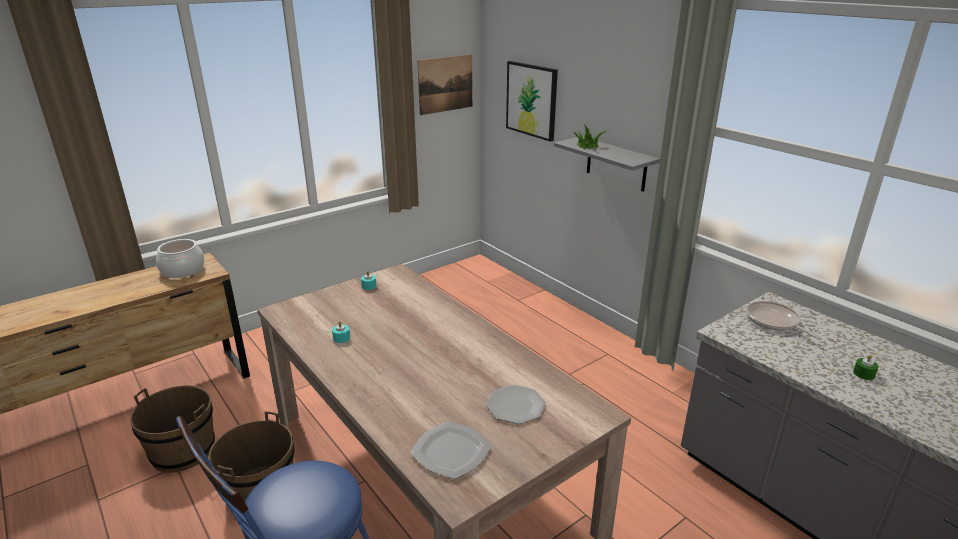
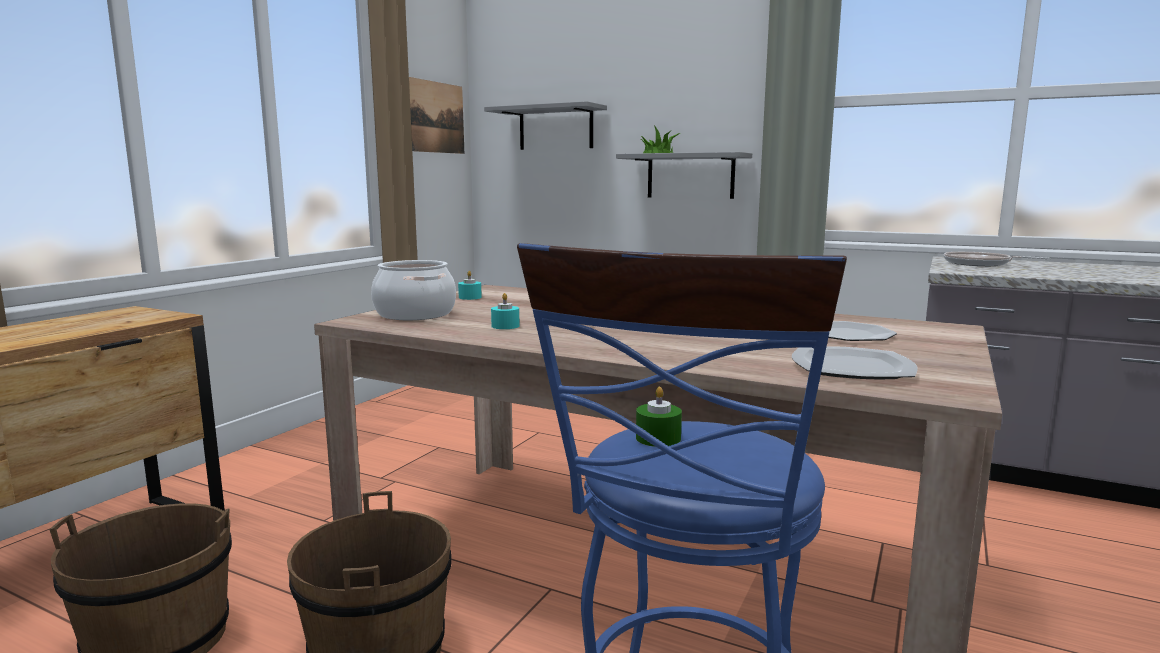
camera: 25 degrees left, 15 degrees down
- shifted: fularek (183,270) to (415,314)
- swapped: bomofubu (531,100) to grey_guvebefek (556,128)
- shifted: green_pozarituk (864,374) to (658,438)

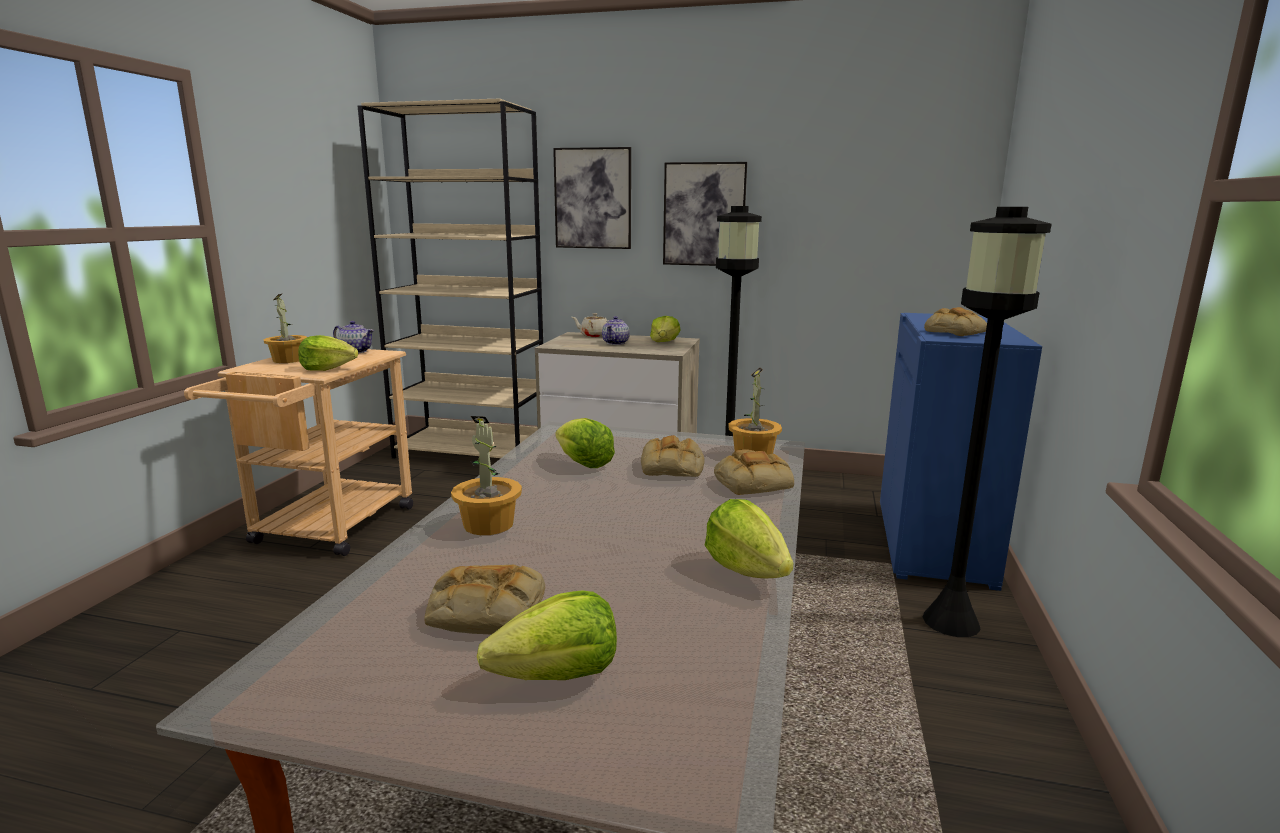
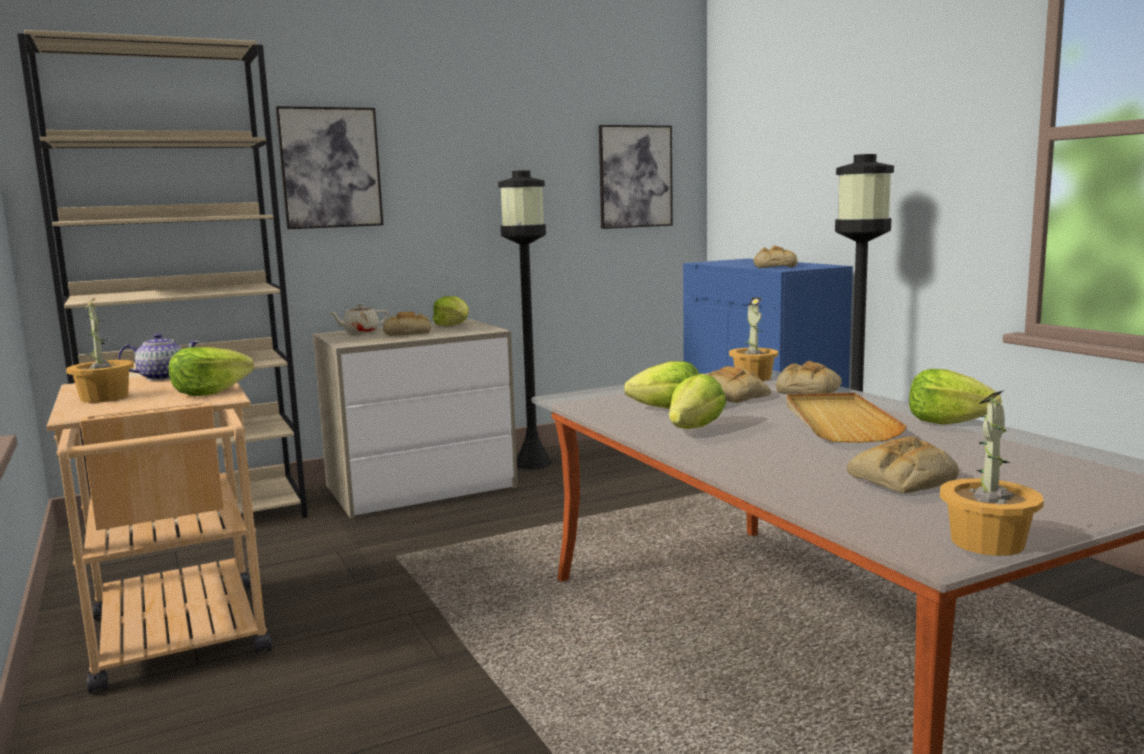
camera: 40 degrees left, 5 degrees down
- swapped: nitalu (616,343) to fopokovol (408,332)
- shifted: bomofubu (704,214) to (635,176)
- shifted: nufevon (558,676) to (694,429)
- new: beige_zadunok (838,422)
- shifted: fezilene (488,525) to (988,543)

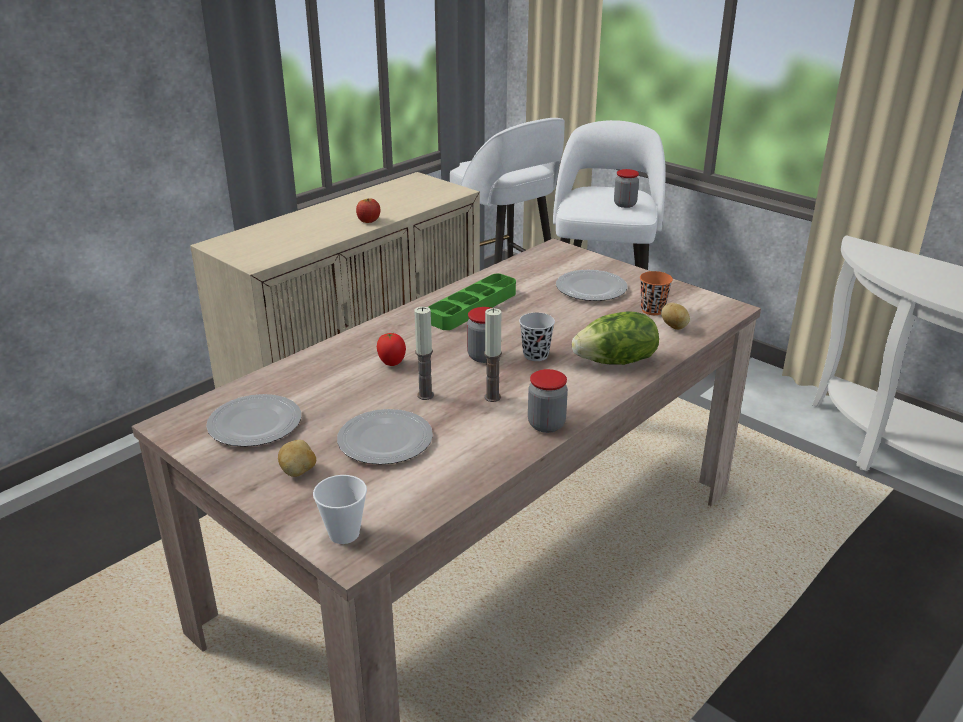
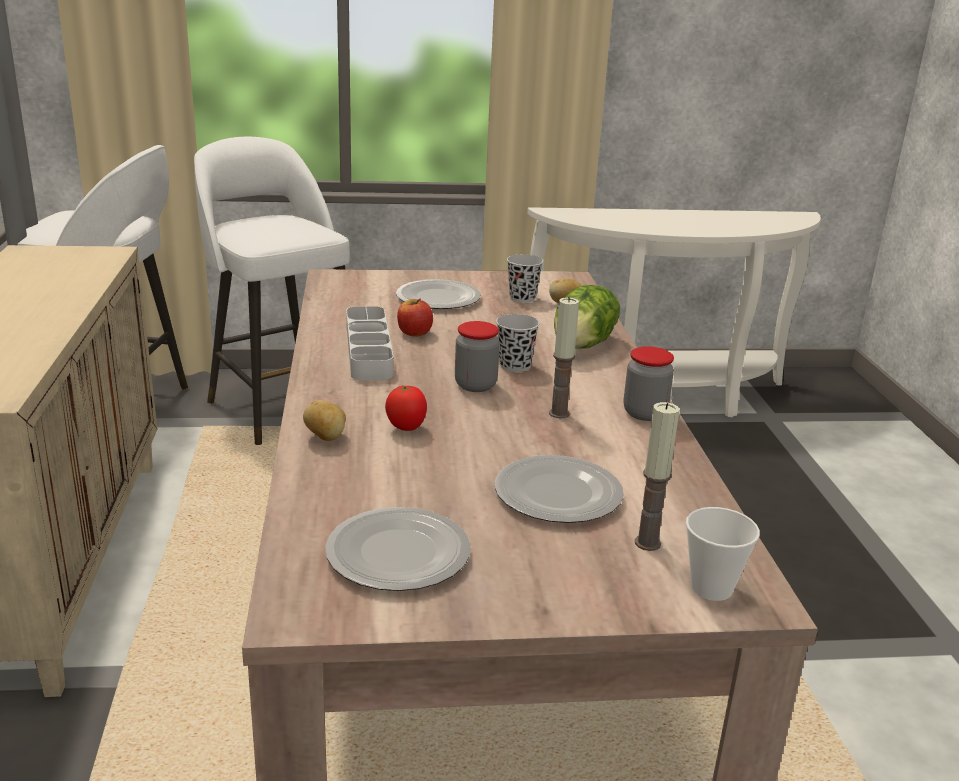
camera: 50 degrees left, 5 degrees down
- shifted: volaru (298,471) to (326,437)
- repainted: green_zadunok (473,307) to grey_zadunok (368,349)
- shifted: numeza (368,220) to (414,333)
- repainted: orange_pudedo (652,310) to black_pudedo (522,298)
- shifted: pozarituk (425,395) to (647,543)
- gone: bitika (625,204)

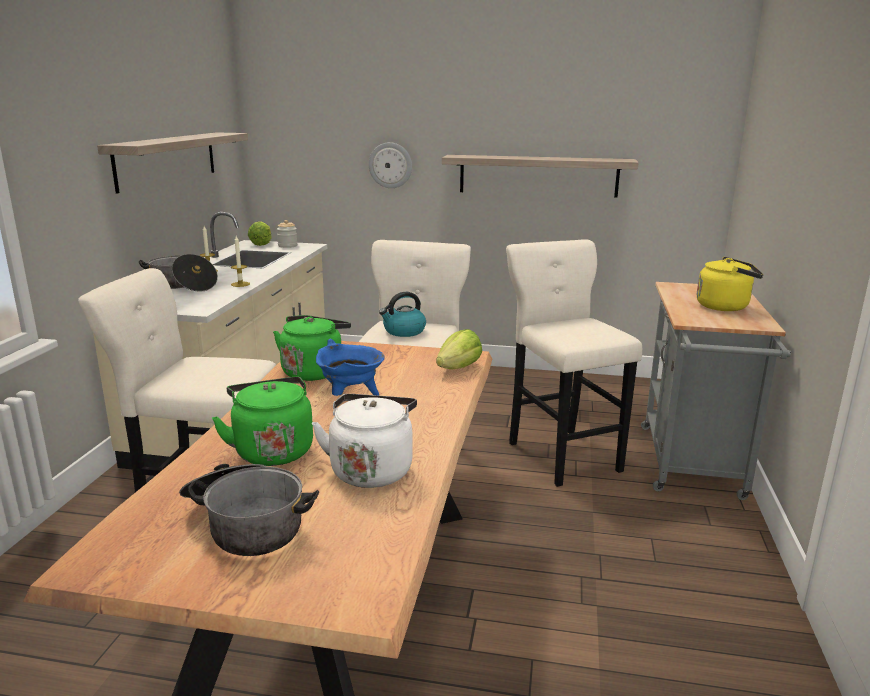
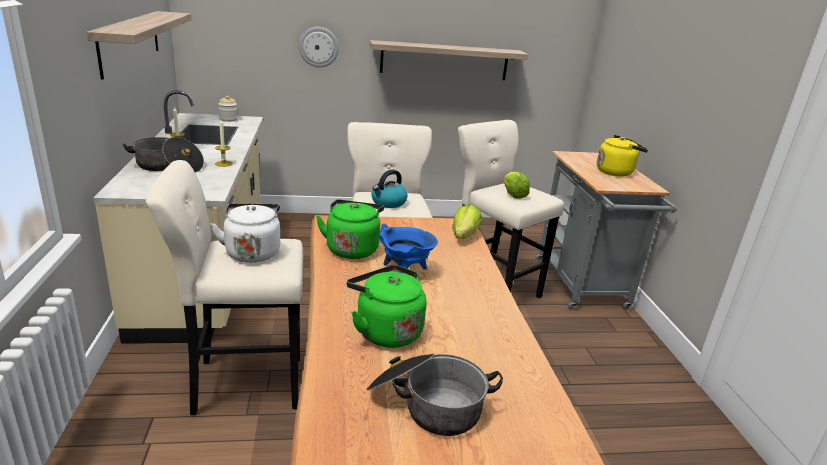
camera: 20 degrees left, 5 degrees up
- shifted: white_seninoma (371,469) to (252,252)
- shifted: nufevon (261,244) to (513,195)

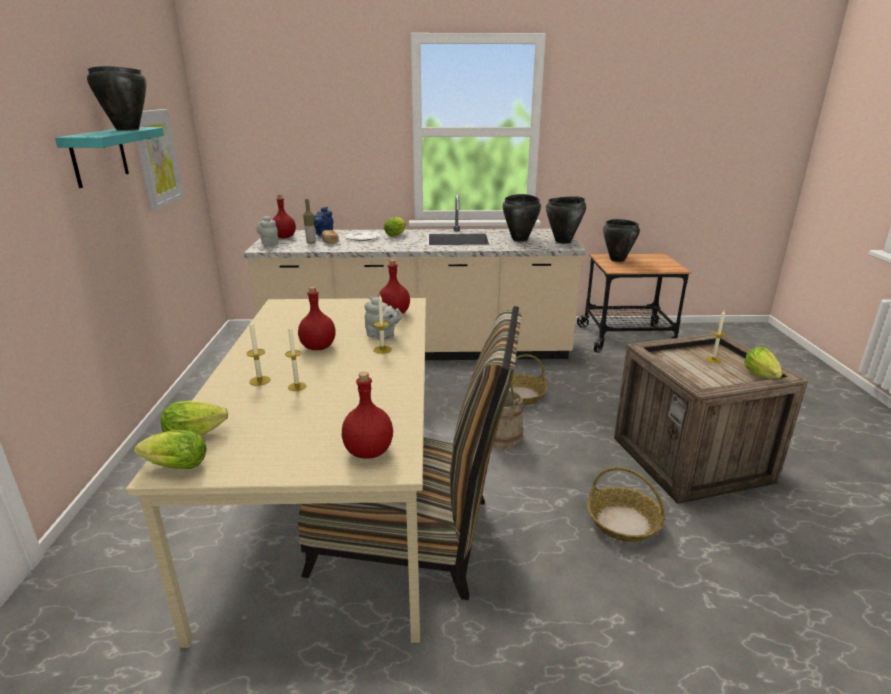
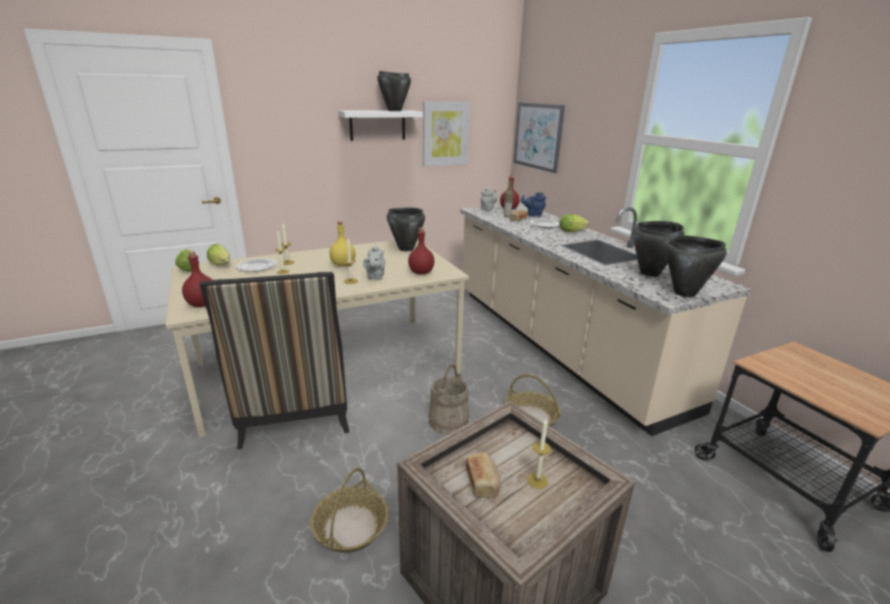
camera: 65 degrees right, 0 degrees up
- new: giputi (256,267)
- repainted: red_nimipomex (318,347) to yellow_nimipomex (342,265)
- repainted: turquoise_guvebefek (99,156) to white_guvebefek (377,125)
- shifted: black_fularek (617,260) to (405,249)
- new: fopokovol (483,482)
- new: bomofubu (538,136)
- gone: nufevon (762,377)

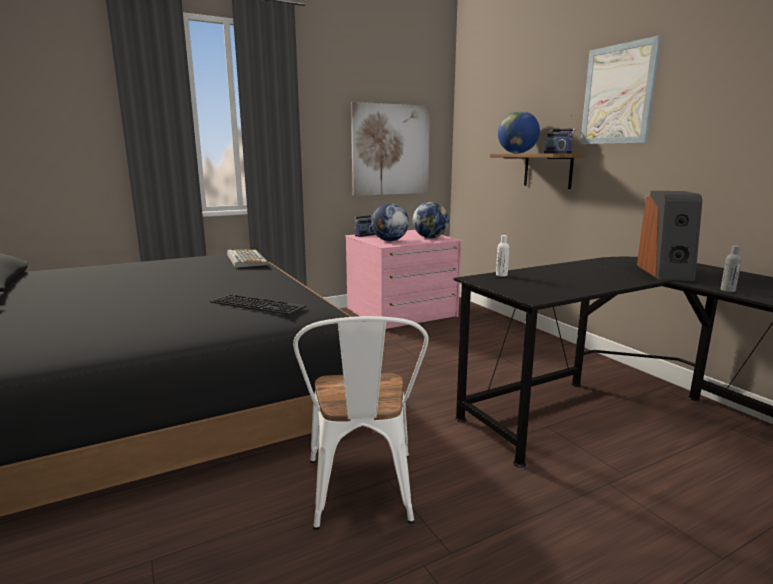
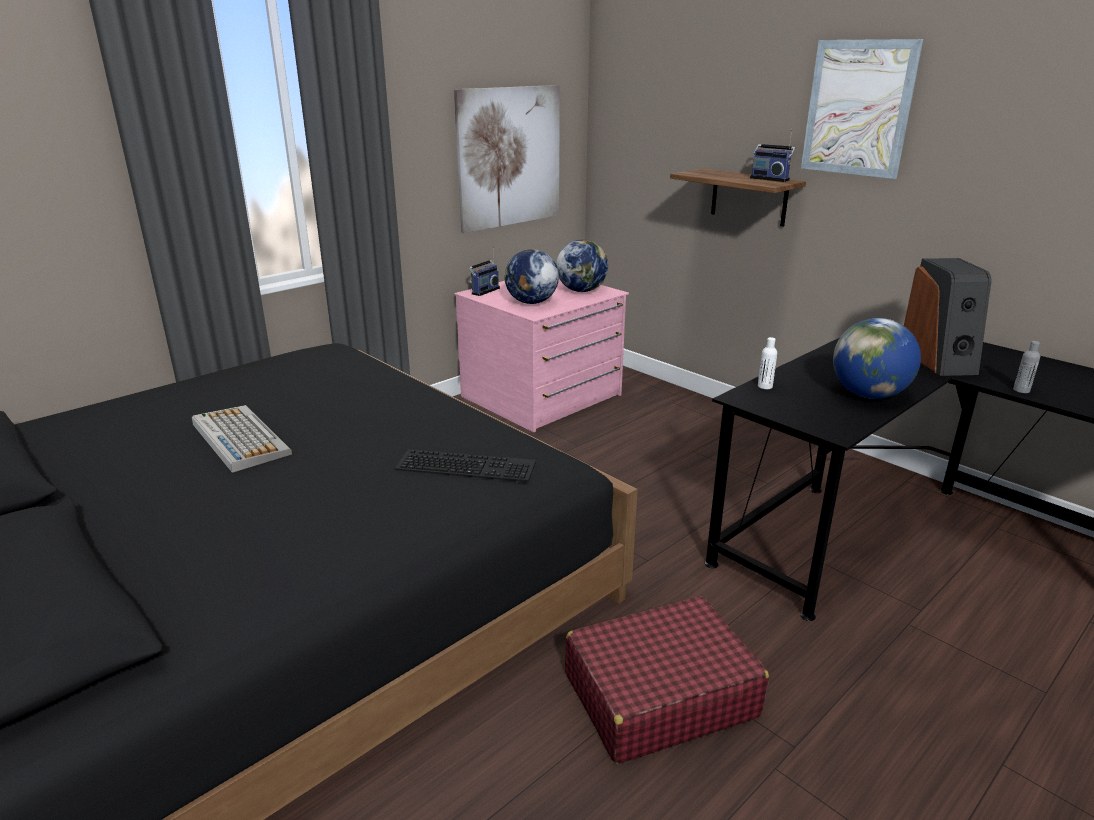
camera: 15 degrees left, 10 degrees up
- shifted: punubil (246,259) to (239,438)
- swapped: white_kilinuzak (362,496) to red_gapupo (659,695)
- shifted: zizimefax (517,153) to (868,395)

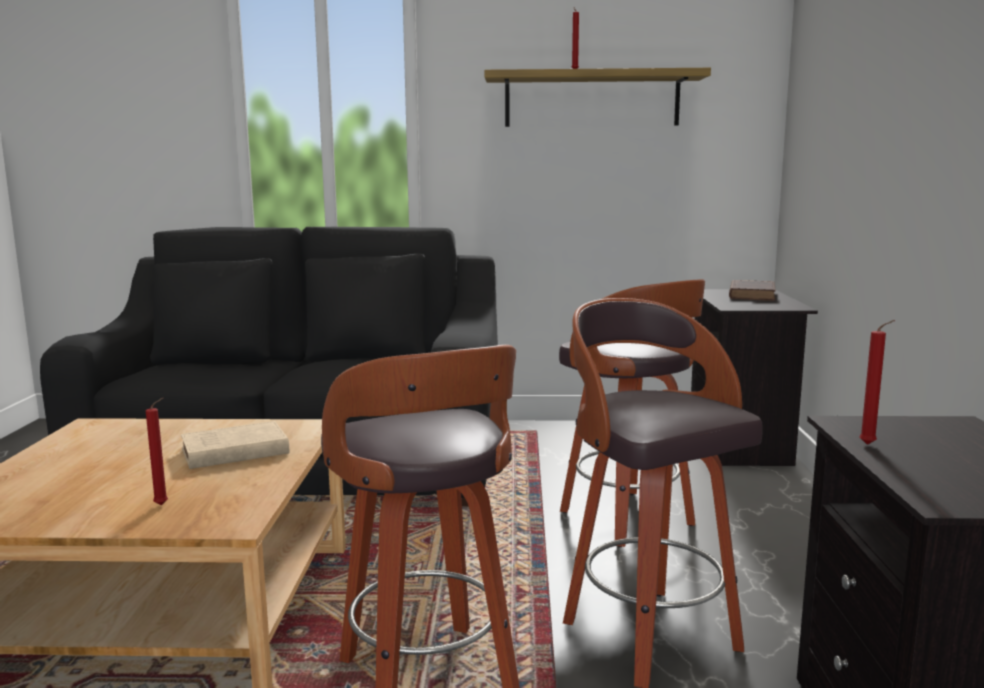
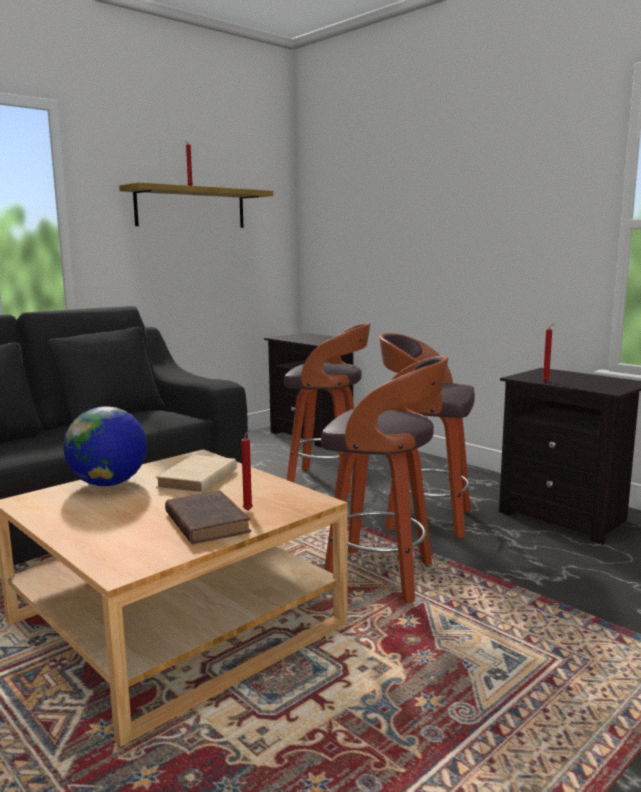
camera: 45 degrees left, 0 degrees up
- new: zizimefax (108,484)
- shifted: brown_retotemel (752,294) to (206,521)

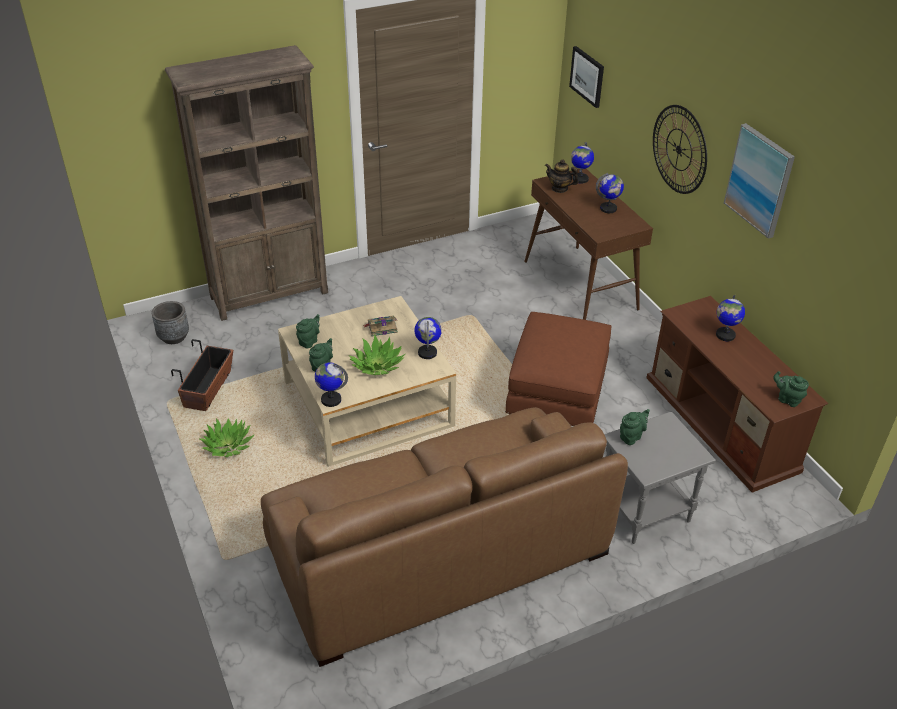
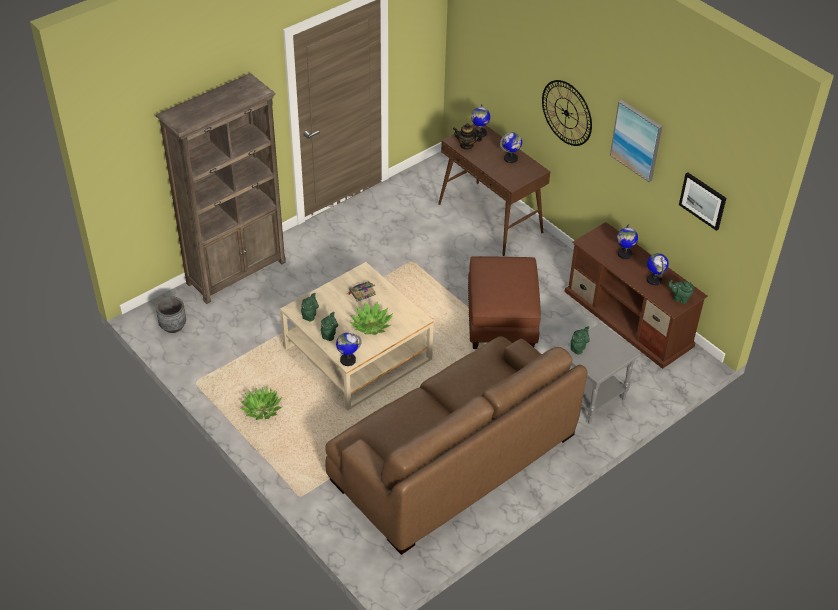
camera: 15 degrees left, 5 degrees up
- shifted: zizimefax (427,353) to (654,280)
- shifted: bomofubu (587,76) to (703,200)
- gone: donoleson (208,389)

